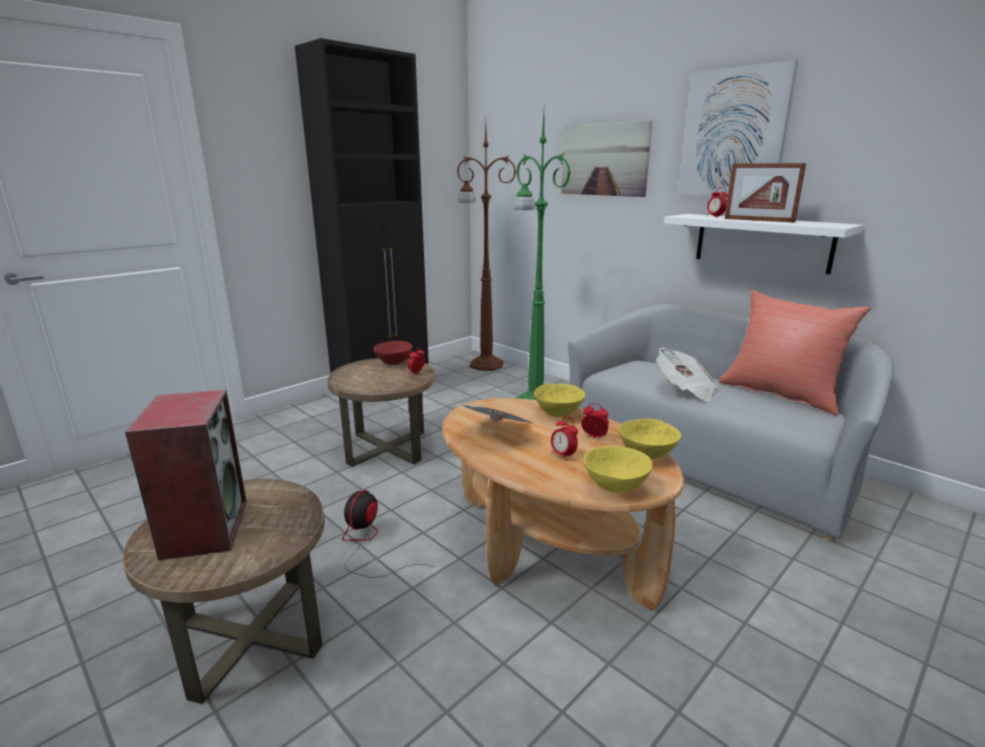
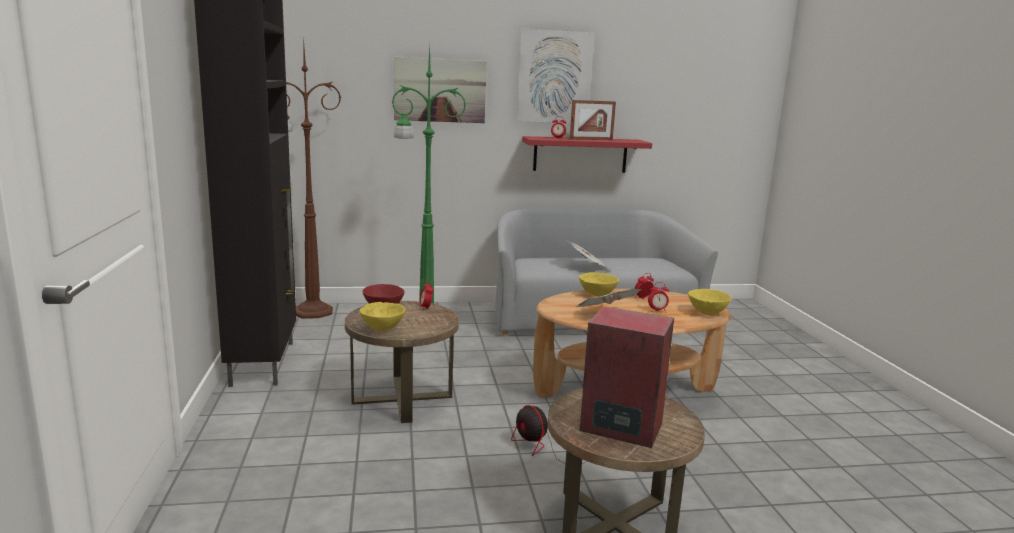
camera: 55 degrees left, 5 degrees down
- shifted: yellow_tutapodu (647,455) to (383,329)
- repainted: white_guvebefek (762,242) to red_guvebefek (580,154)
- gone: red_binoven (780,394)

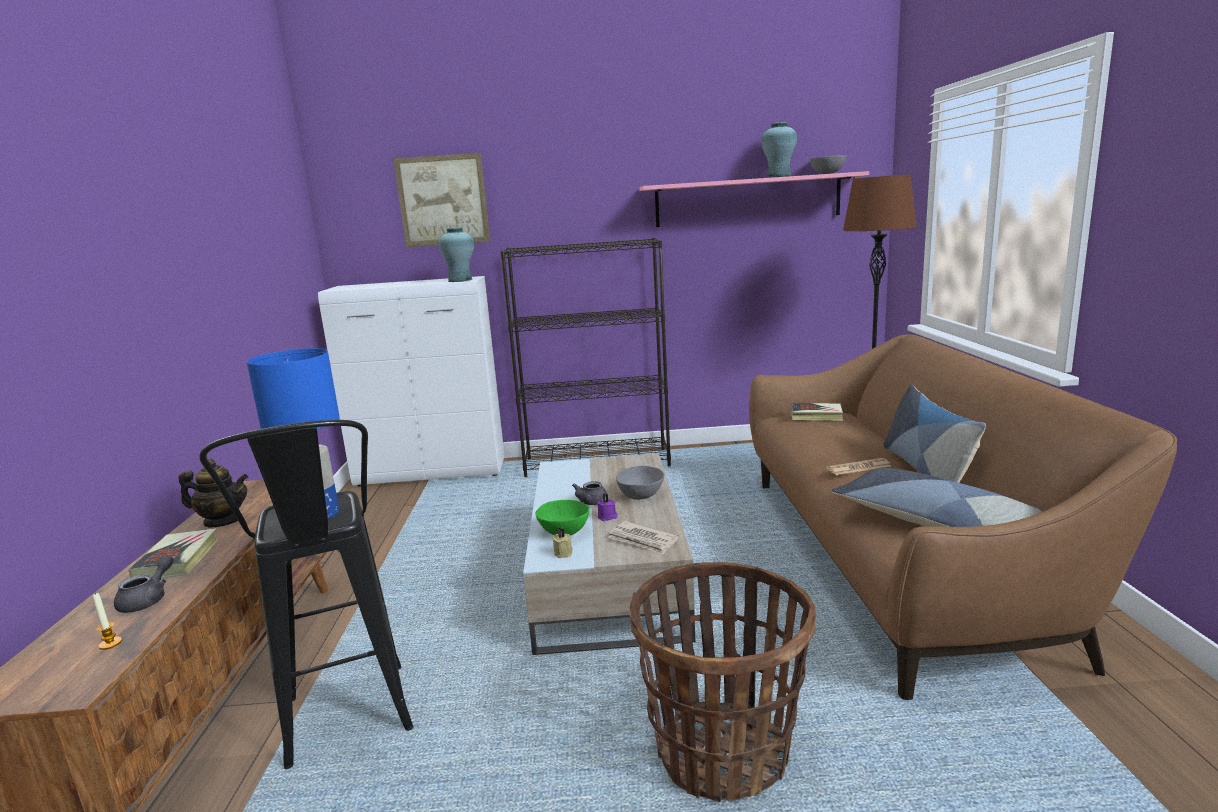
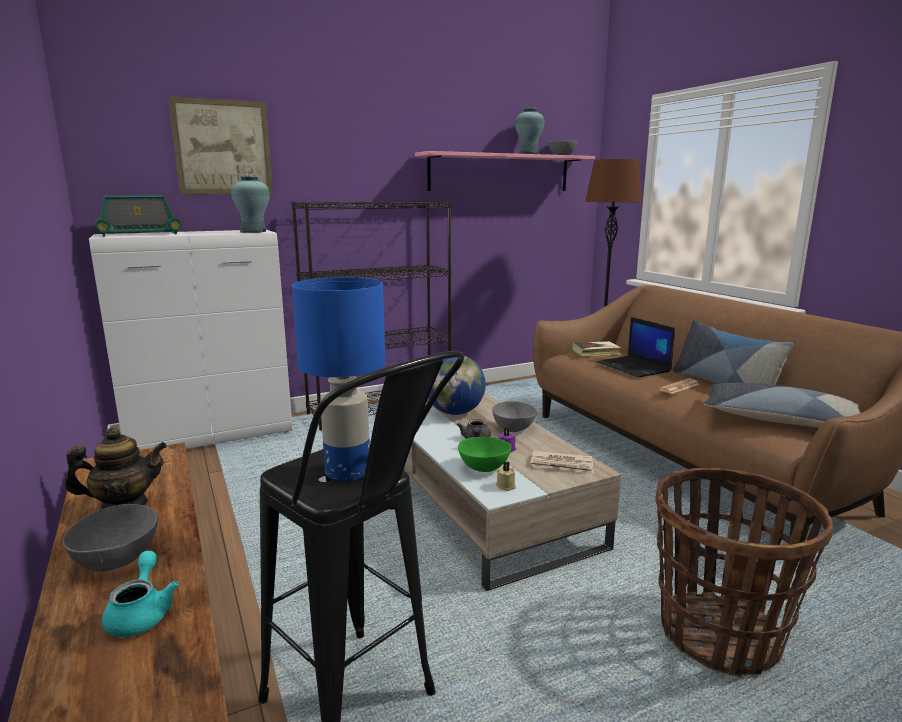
camera: 25 degrees left, 0 degrees up
- swapped: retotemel (178,560) to grey_tutapodu (119,559)
- new: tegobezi (139,234)
- repainted: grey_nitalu (149,600) to turquoise_nitalu (142,613)
- new: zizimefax (455,412)
- new: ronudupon (634,367)
- gone: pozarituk (110,643)

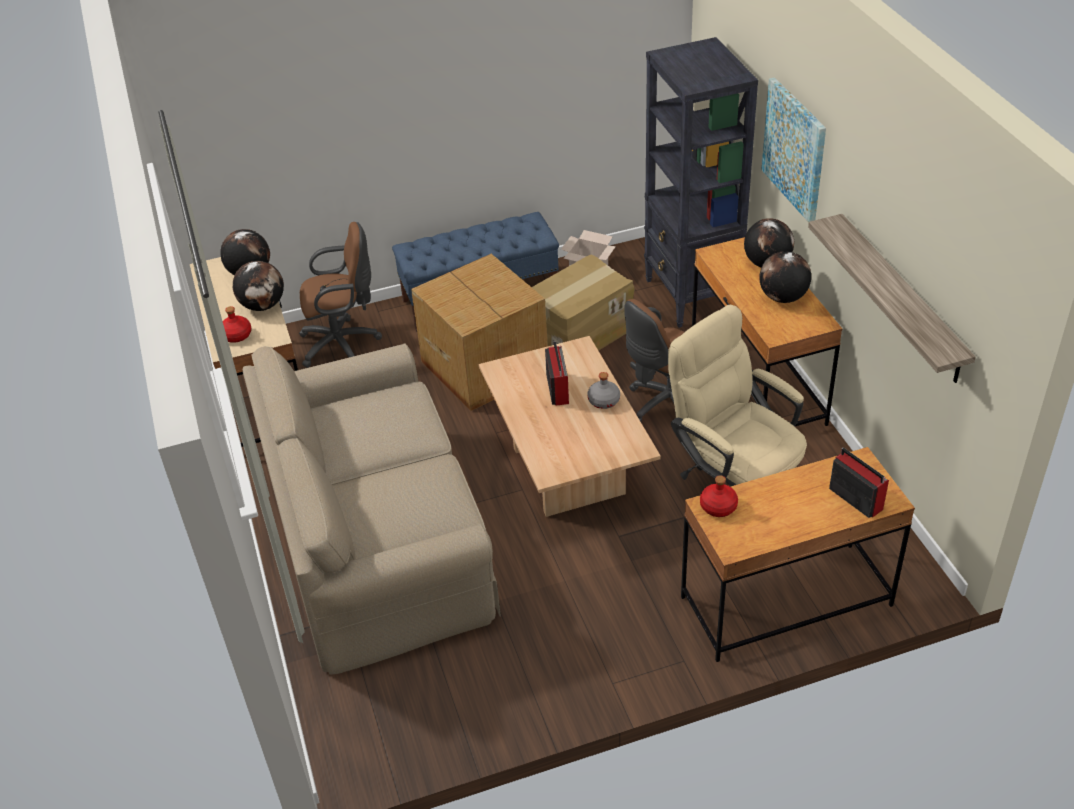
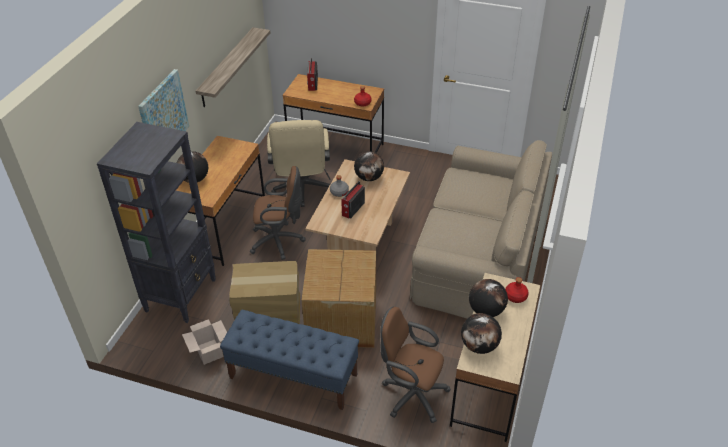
camera: 145 degrees left, 0 degrees up
- shifted: zizimefax (782,298) to (369,178)

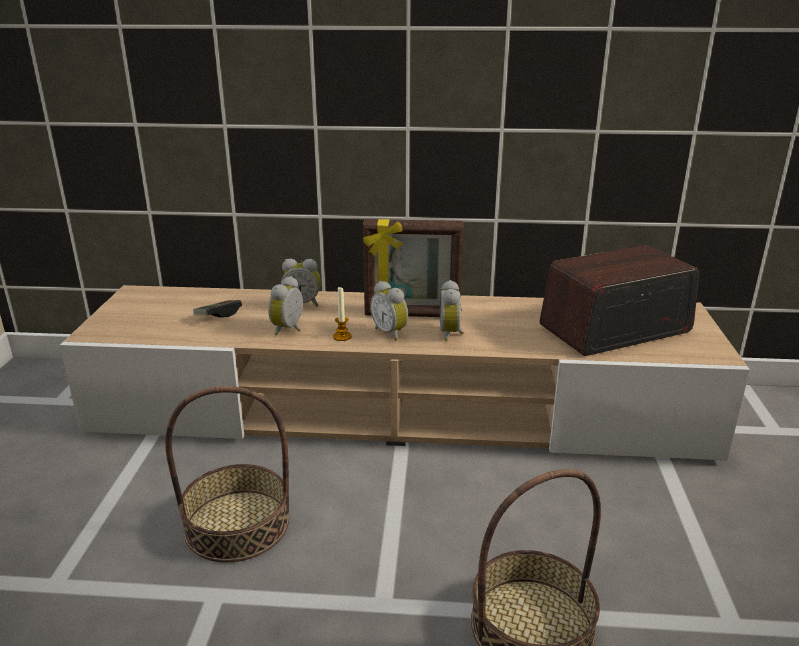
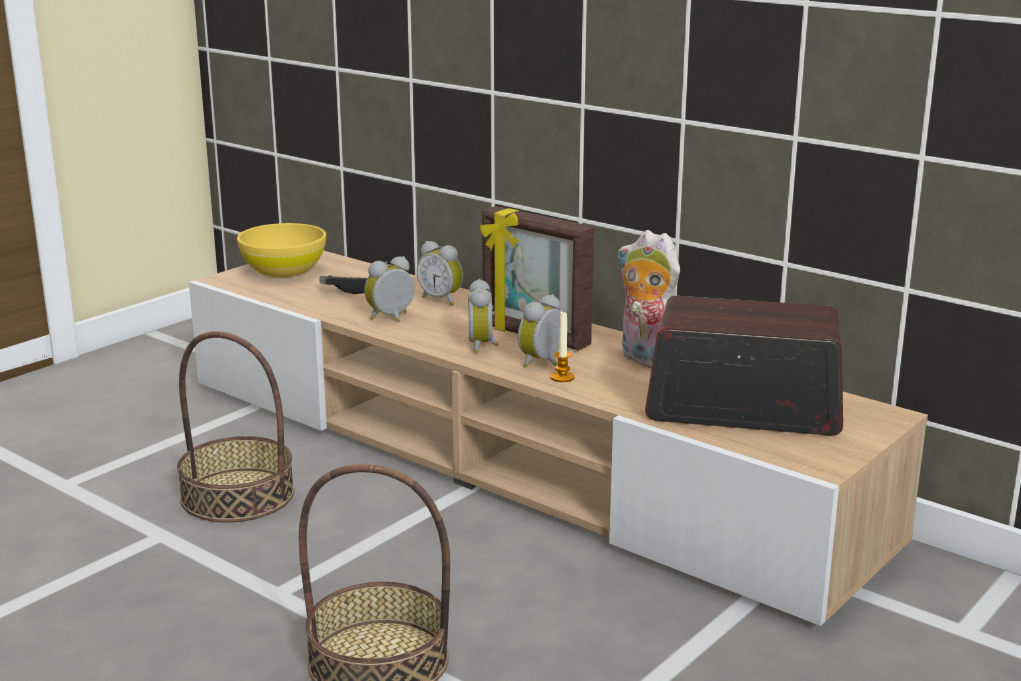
camera: 35 degrees right, 5 degrees down
- new: yellow_tutapodu (283,270)
- shifted: pozarituk (342,336) to (562,377)
- new: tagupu (646,360)

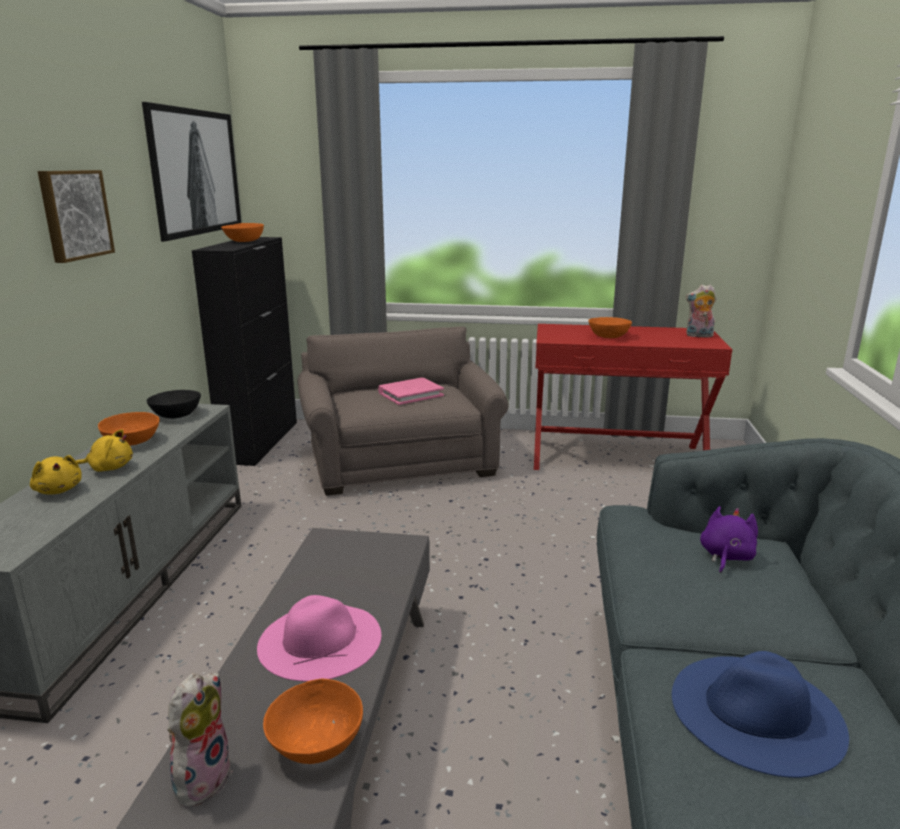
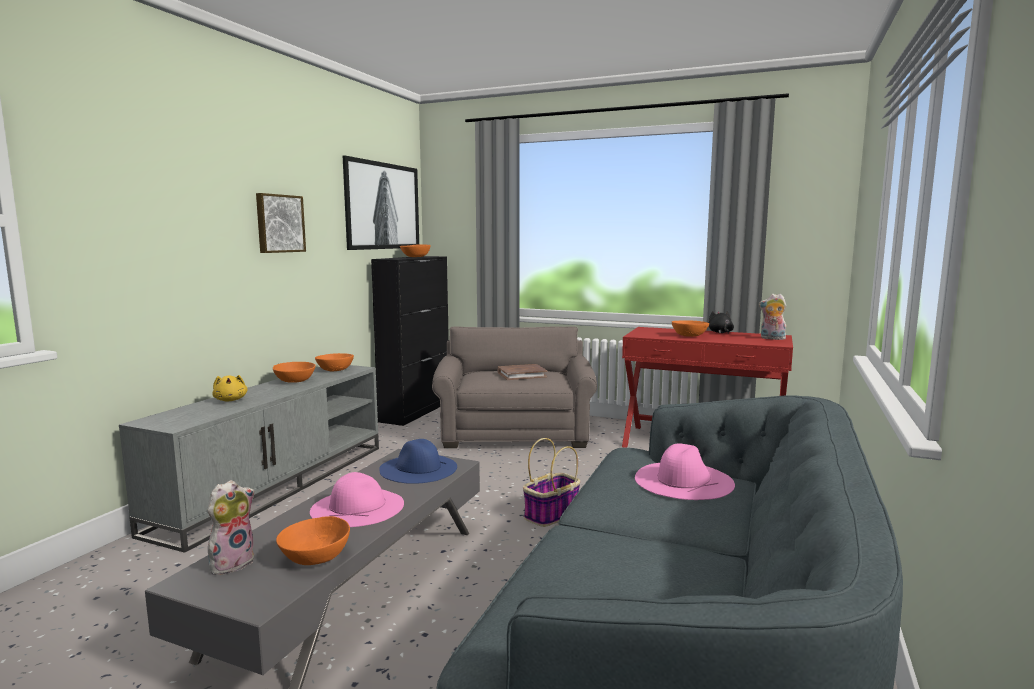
camera: 15 degrees right, 10 degrees down
- repainted: black_tutapodu (176,415) to orange_tutapodu (334,370)
- shifted: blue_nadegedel (756,711) to (418,468)
- repainted: pink_retotemel (410,394) to brown_retotemel (521,375)
- new: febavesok (551,515)
- swapped: purple_tagupu (725,556) to pink_nadegedel (683,480)
- new: black_tagupu (720,332)
- gone: yellow_tagupu (109,468)

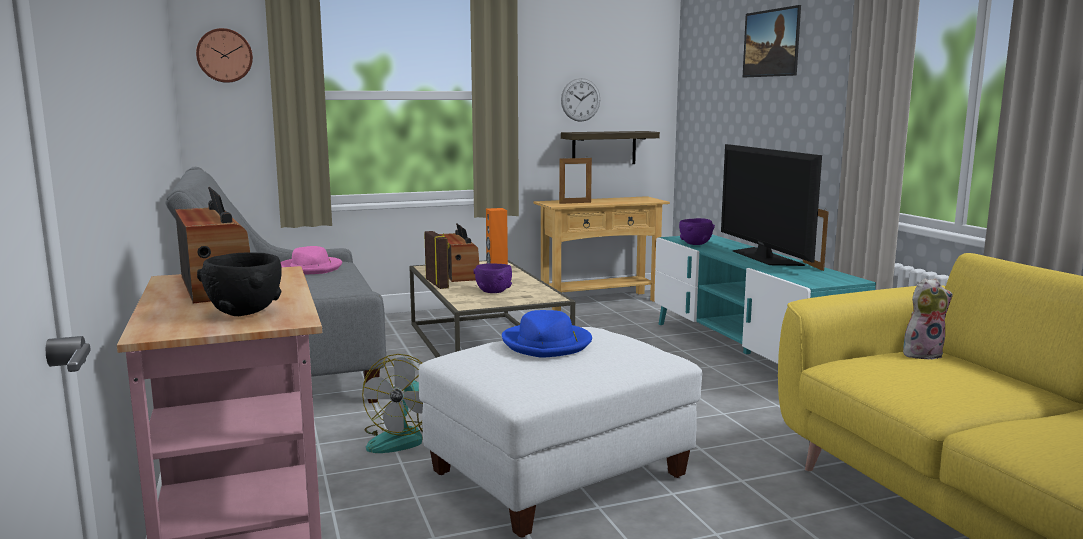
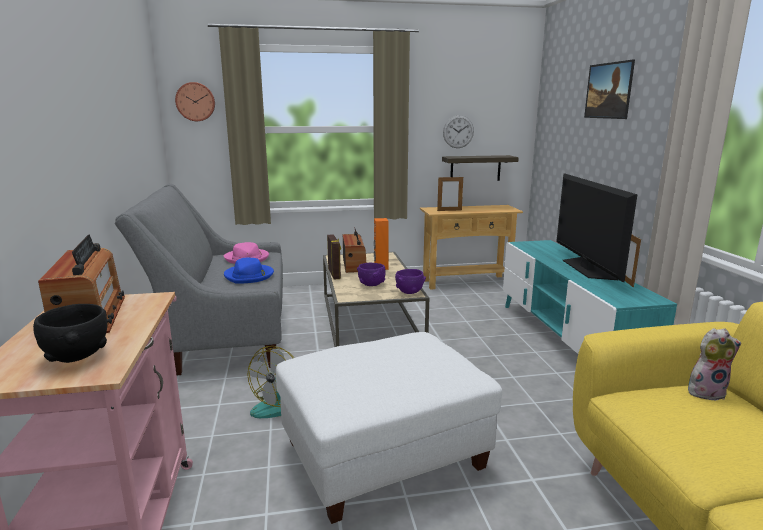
camera: 10 degrees right, 5 degrees up
- shifted: blue_nadegedel (547,344) to (249,276)
- shifted: purple_tutapodu (695,244) to (409,292)

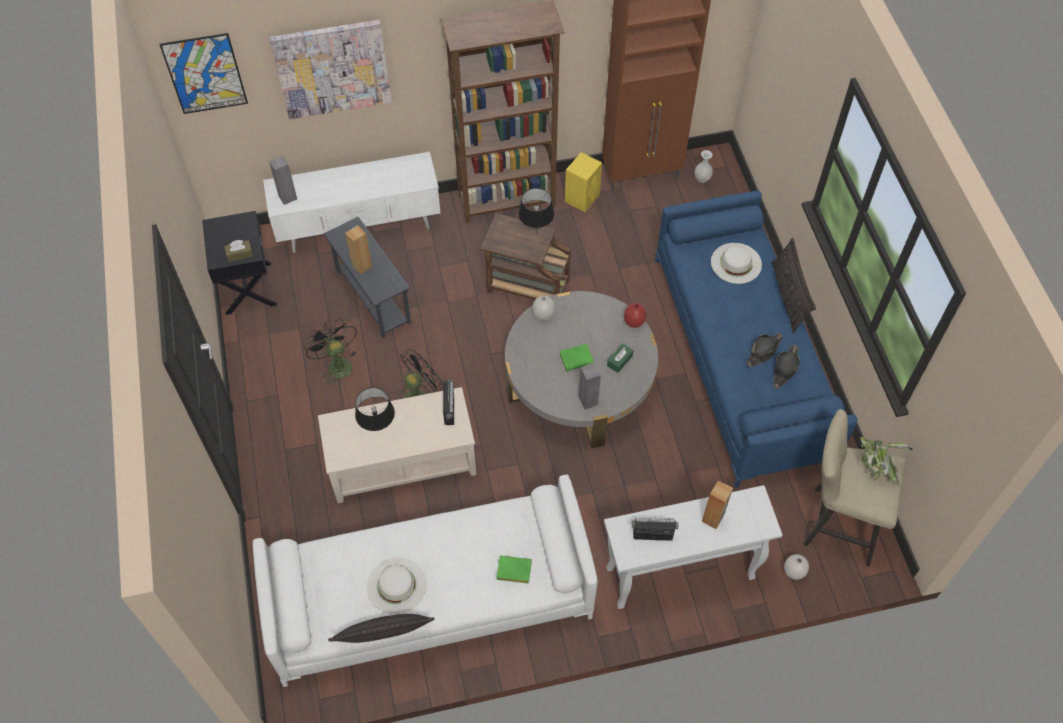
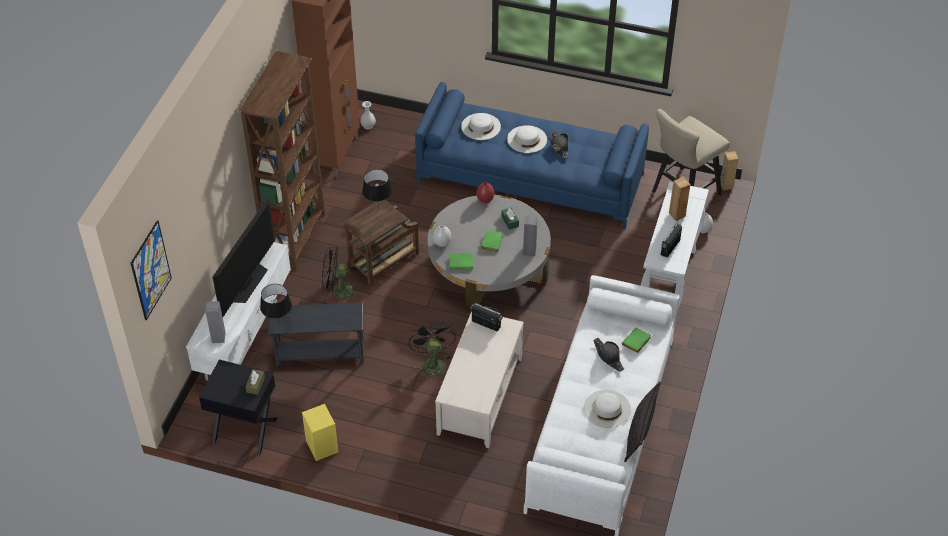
camera: 60 degrees left, 10 degrees down
- new: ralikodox (247,283)
- shifted: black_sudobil (378,430) to (278,324)
- shifted: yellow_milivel (582,197) to (321,445)
- shifted: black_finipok (336,364) to (337,291)
- new: green_retotemel (462,262)
- new: white_nadegedel (527,139)
- shifted: black_nadegedel (785,369) to (608,357)
- shifted: brown_milivel (362,266) to (726,185)
- gone: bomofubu (332,68)
- gone: binoven (788,296)
- gone: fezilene (875,466)

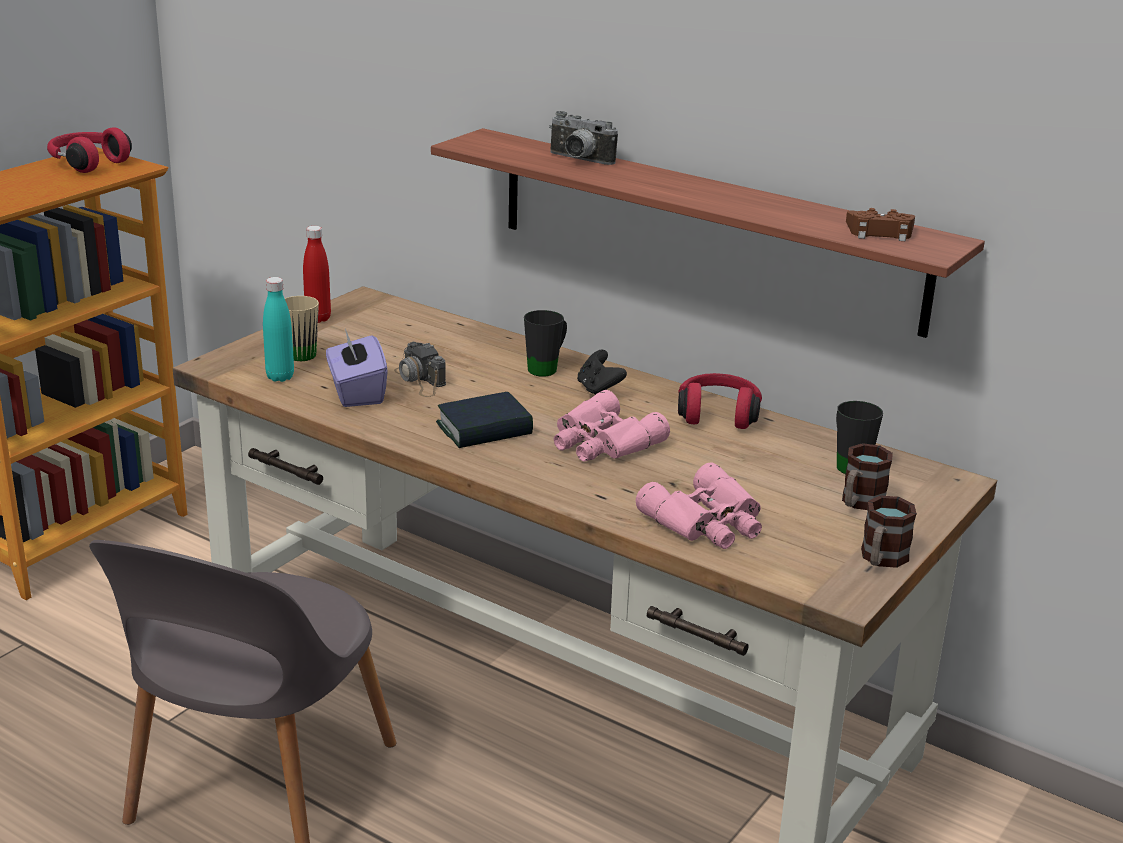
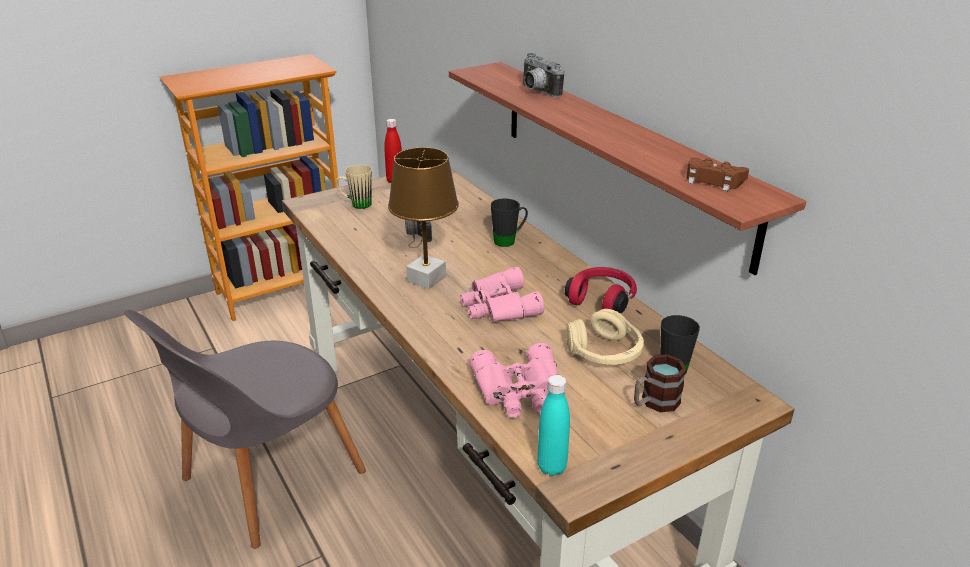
camera: 25 degrees right, 5 degrees up
- swapped: retotemel (484,429) to brown_sudobil (426,279)
- shifted: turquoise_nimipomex (280,377) to (551,467)
- new: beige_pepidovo (604,352)
- gone: red_pepidovo (87,163)
- gone: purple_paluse (356,392)
- gone: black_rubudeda (598,390)
- gone: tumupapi (881,559)

